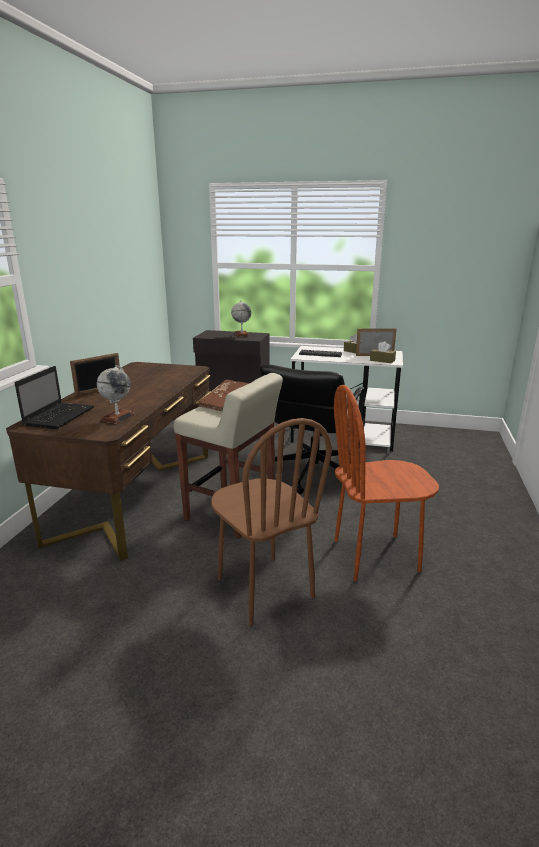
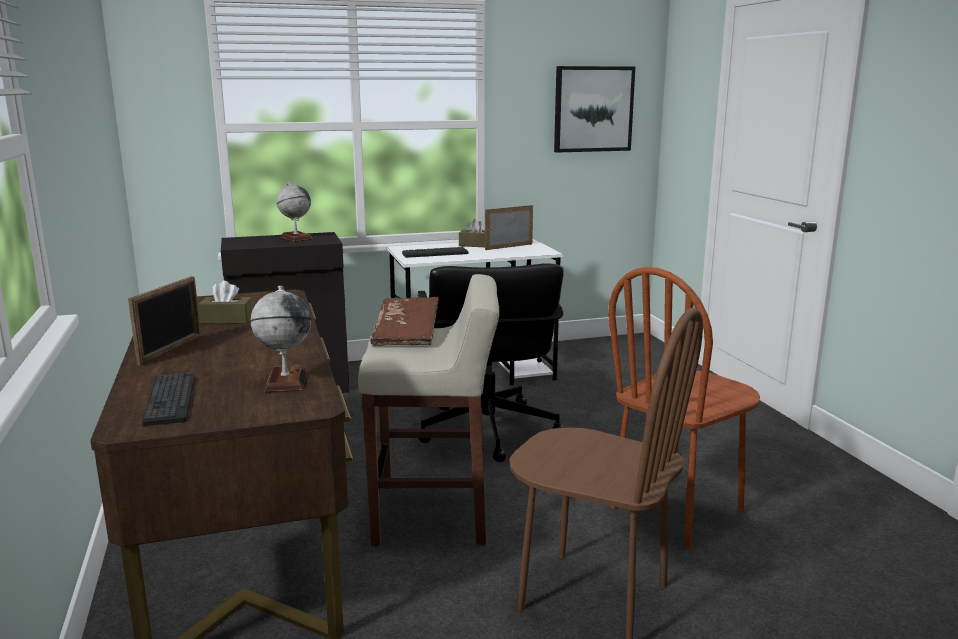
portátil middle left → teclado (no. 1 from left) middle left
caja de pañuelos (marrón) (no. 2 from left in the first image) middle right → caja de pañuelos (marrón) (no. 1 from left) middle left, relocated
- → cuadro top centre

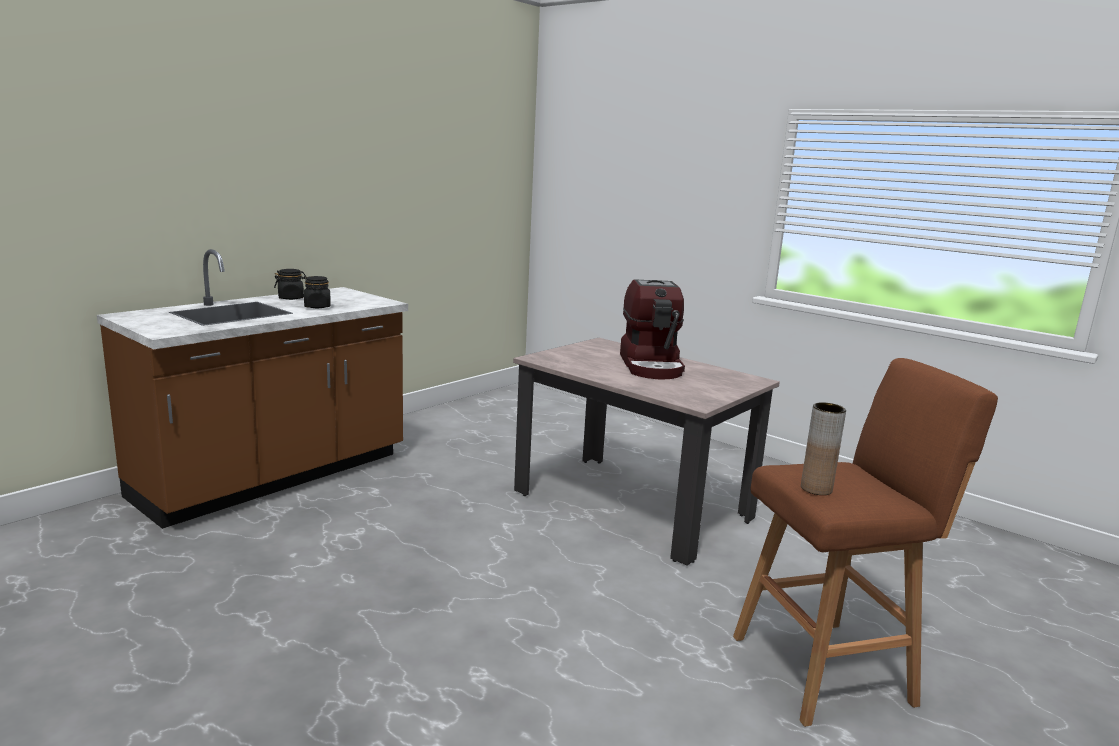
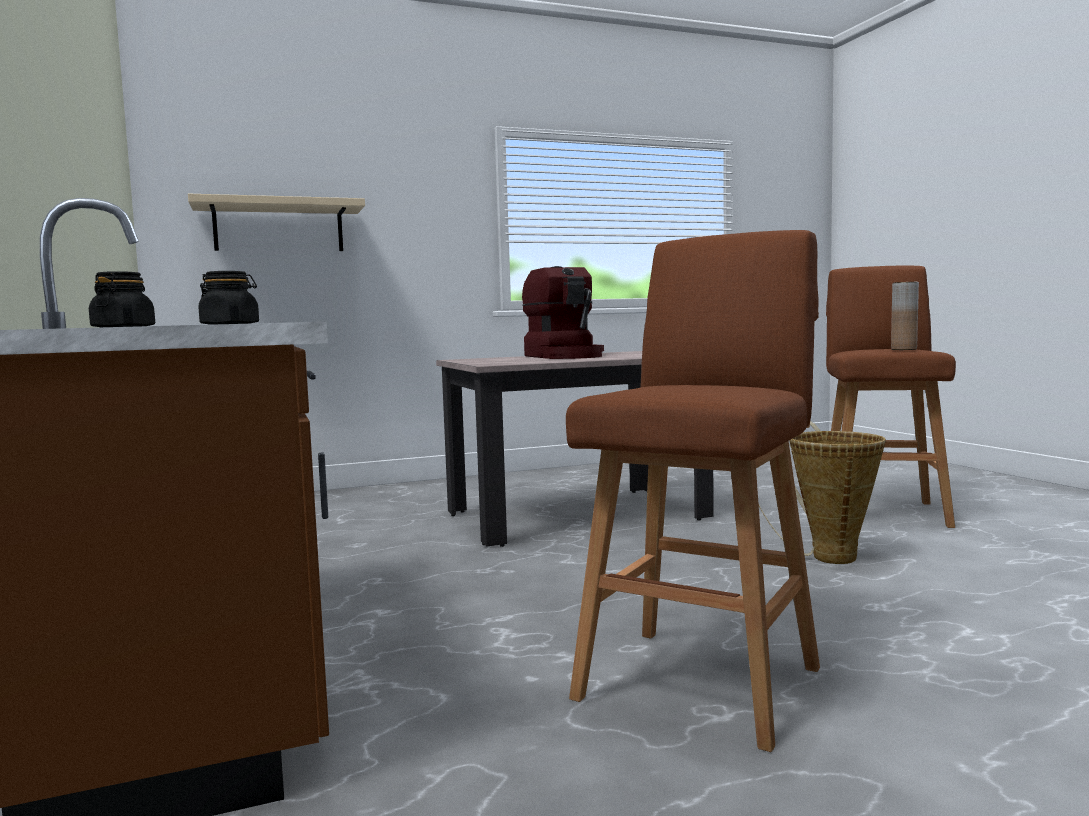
cafetera centre, 45 degrees clockwise
- → estante (beis) top left
- → taburete (marrón) (no. 1 from left) centre
- → cesta middle right

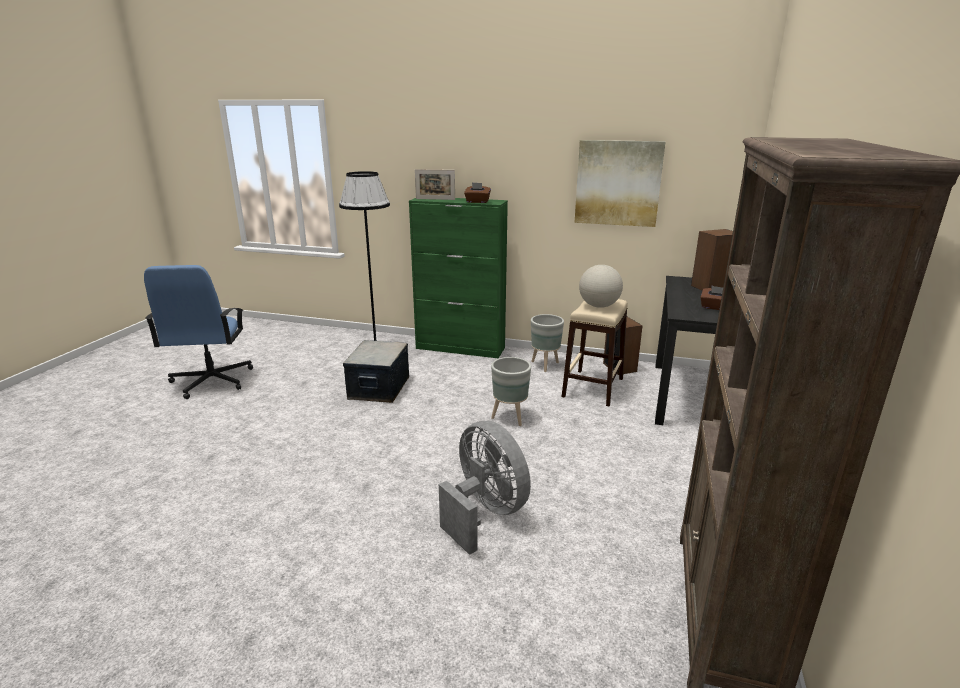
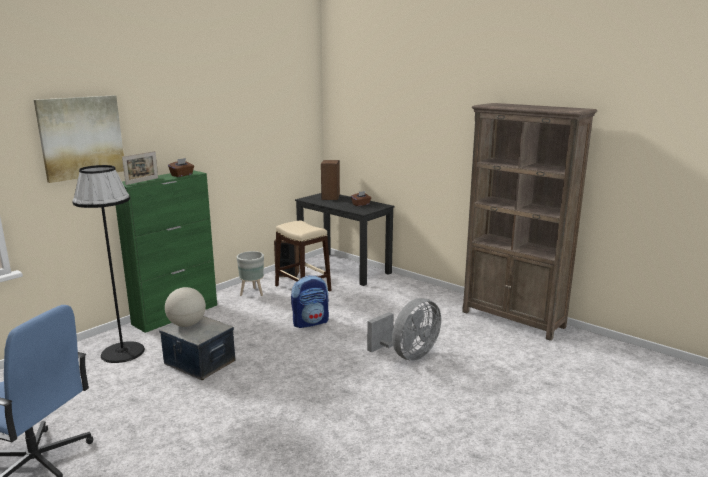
ventilador (gris) bottom centre, 150 degrees clockwise
maceta (gris) (no. 1 from left) centre → mochila centre
cuadro top centre → cuadro top left, relocated
globo terráqueo centre → globo terráqueo middle left, relocated

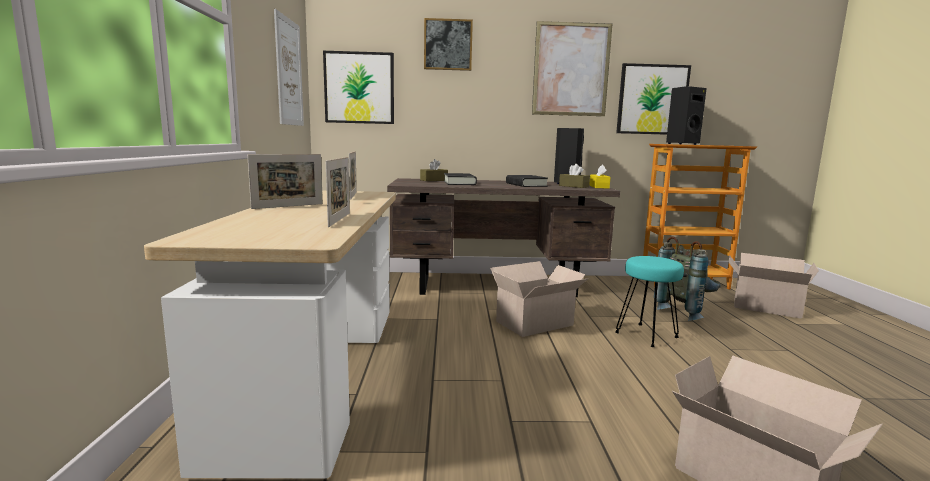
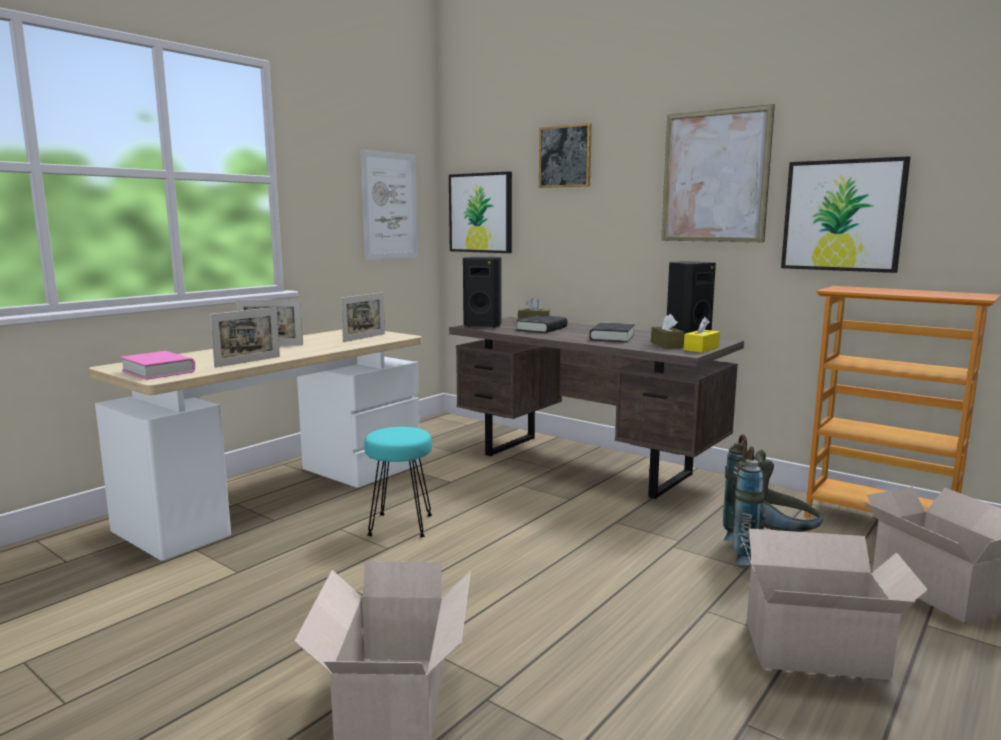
caja de cartón (no. 1 from left in the first image) centre → caja de cartón (no. 2 from left) bottom right, relocated
taburete (turquesa) middle right → taburete (turquesa) centre, relocated
altavoz (negro) (no. 2 from left in the first image) top right → altavoz (negro) (no. 1 from left) centre, relocated
- → libro (rosa) middle left

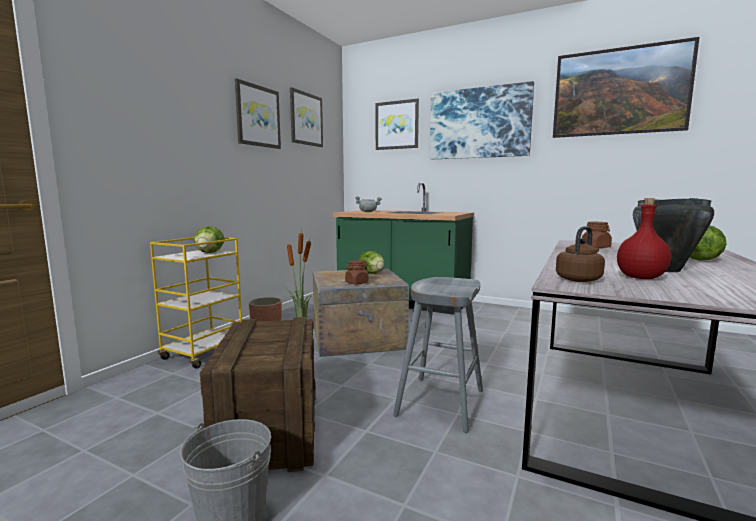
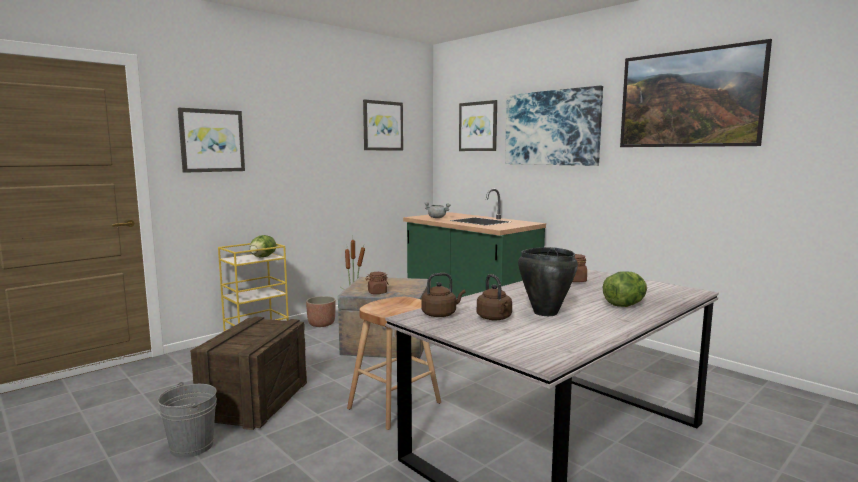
cuadro (no. 1 from left) top centre → cuadro (no. 1 from left) top left, relocated
lechuga (no. 2 from left) centre → -
taburete (gris) bottom centre → taburete (marrón) bottom centre
botella (rojo) middle right → hervidor (marrón) (no. 2 from left) centre

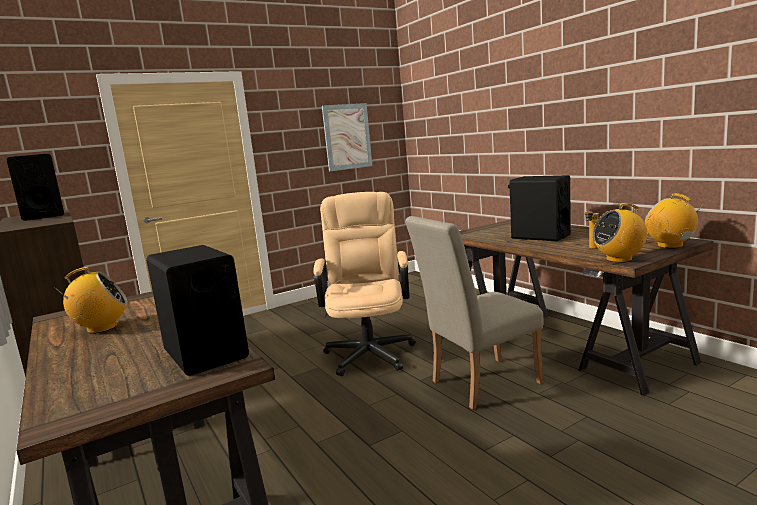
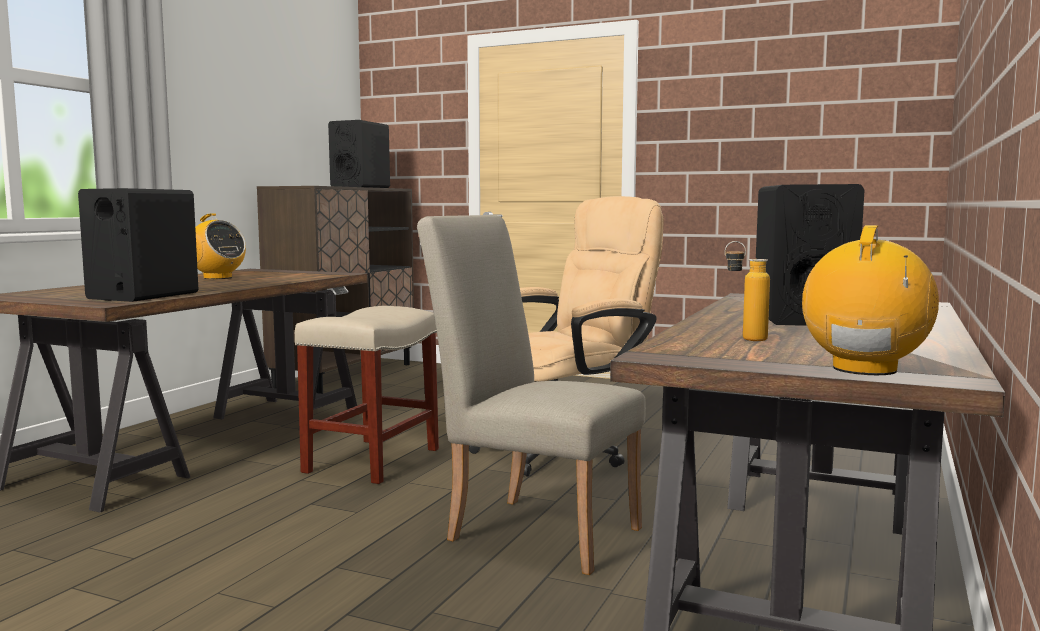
cuadro top centre → -
radio (no. 2 from left) middle right → -
- → taburete (beis) centre

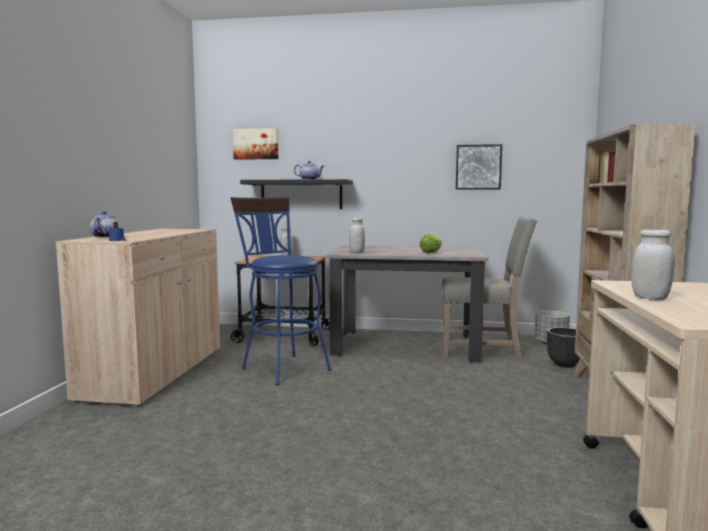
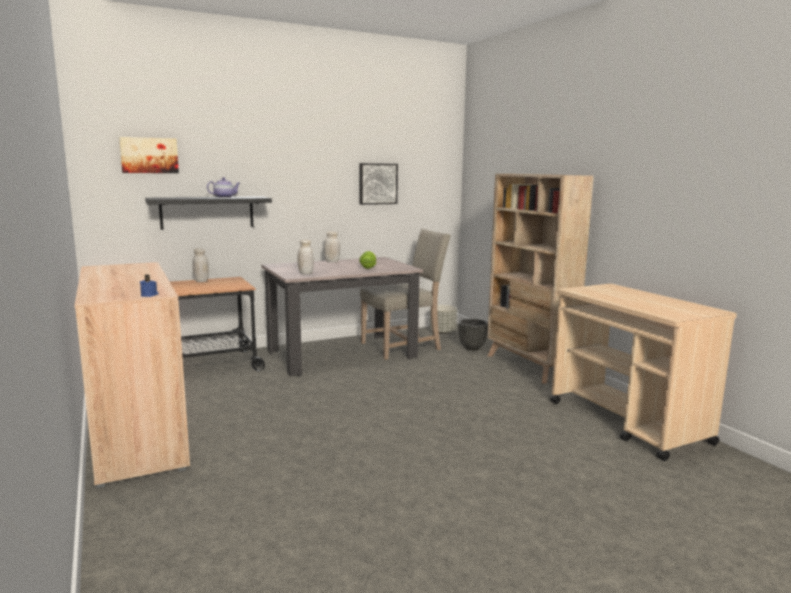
tetera (no. 1 from left) middle left → -
taburete (azul) centre → -
tarro (blanco) (no. 3 from left) middle right → tarro (blanco) (no. 3 from left) centre, relocated

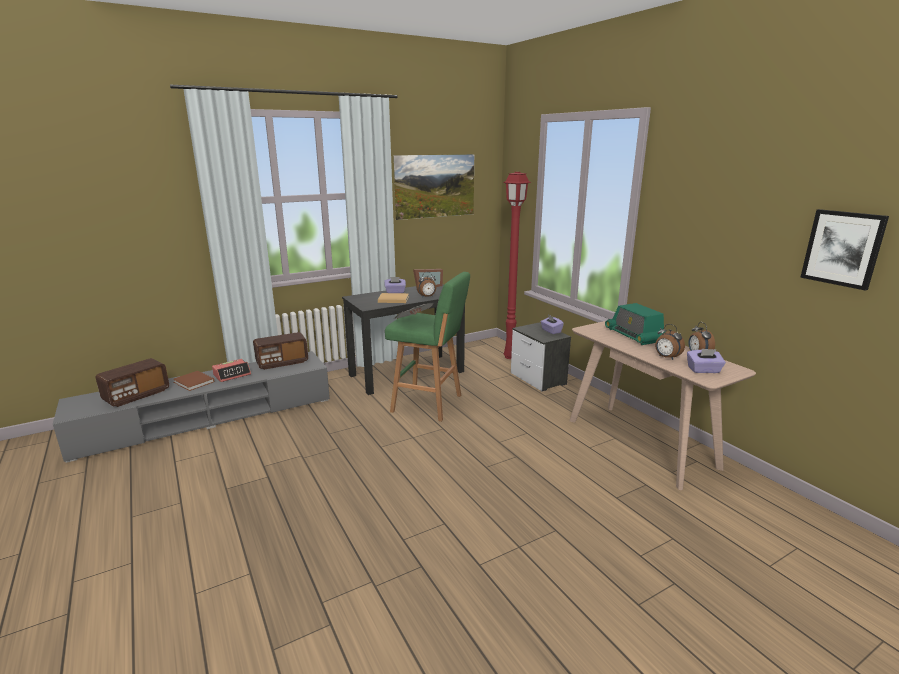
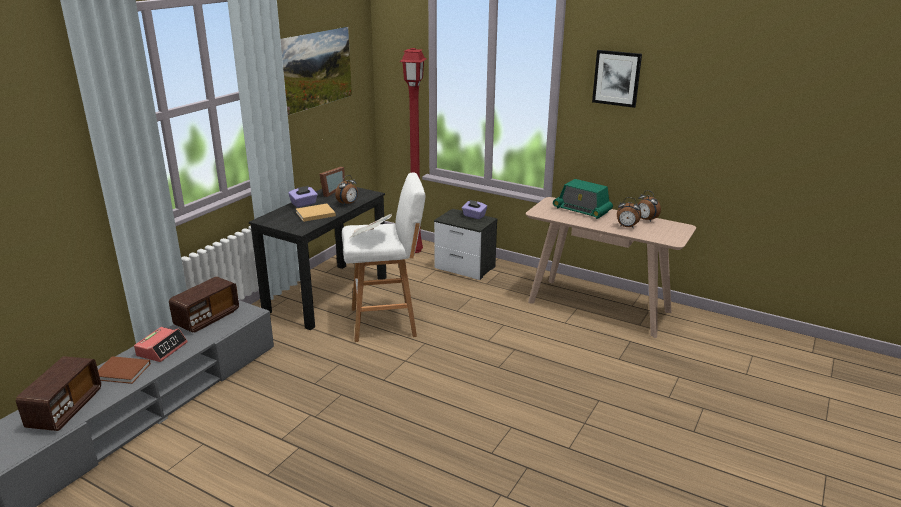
taburete (verde) centre → taburete (blanco) centre
caja de pañuelos (morado) (no. 3 from left) middle right → -
cuadro (no. 2 from left) middle right → cuadro (no. 2 from left) top right, relocated

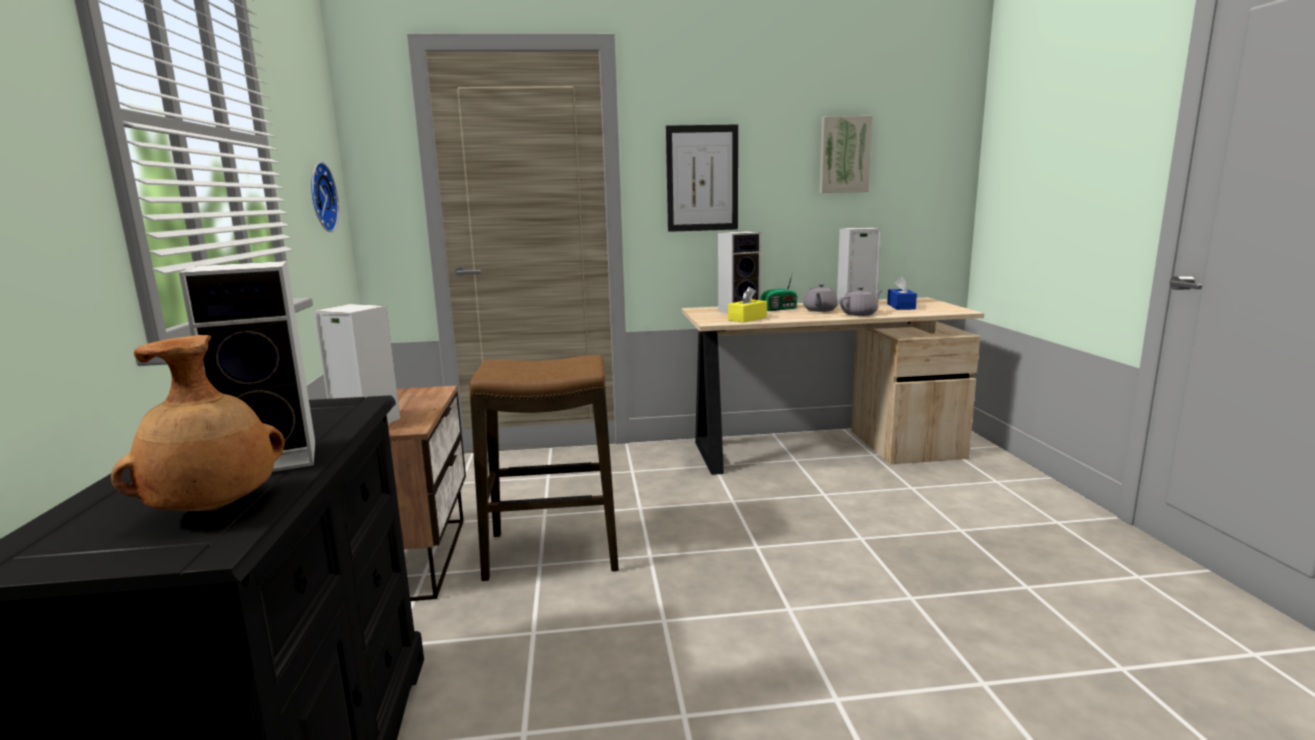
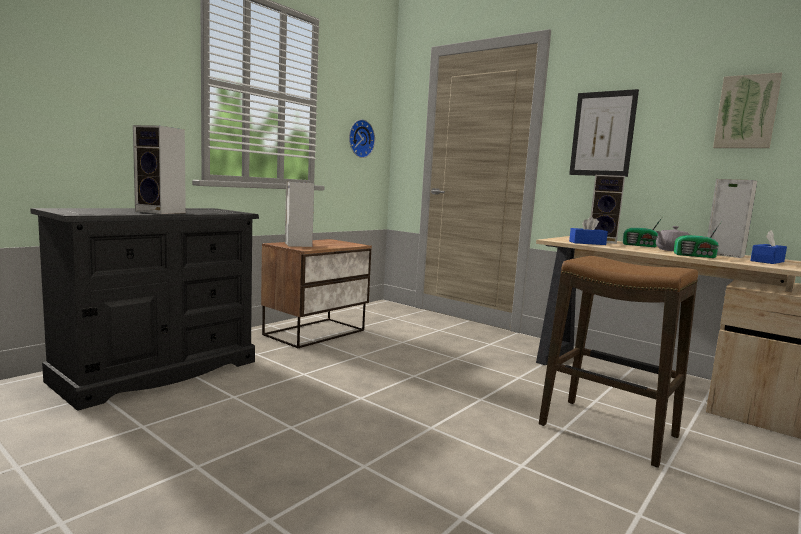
florero (marrón) middle left → -
taburete centre → taburete bottom right, relocated
caja de pañuelos (amarillo) centre → caja de pañuelos (azul) (no. 1 from left) middle right
tetera (gris) (no. 2 from left) centre → radio (no. 2 from left) middle right

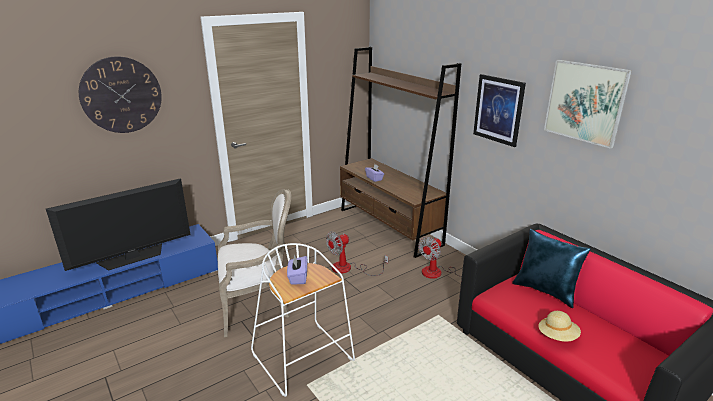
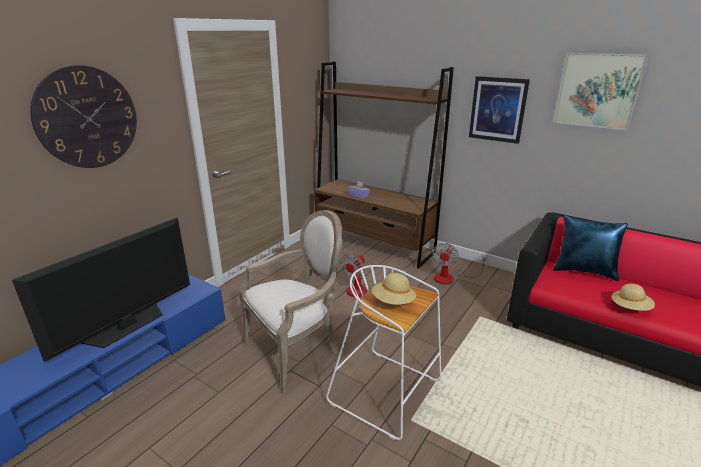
caja de pañuelos (morado) (no. 1 from left) bottom centre → sombrero (beis) (no. 1 from left) centre

